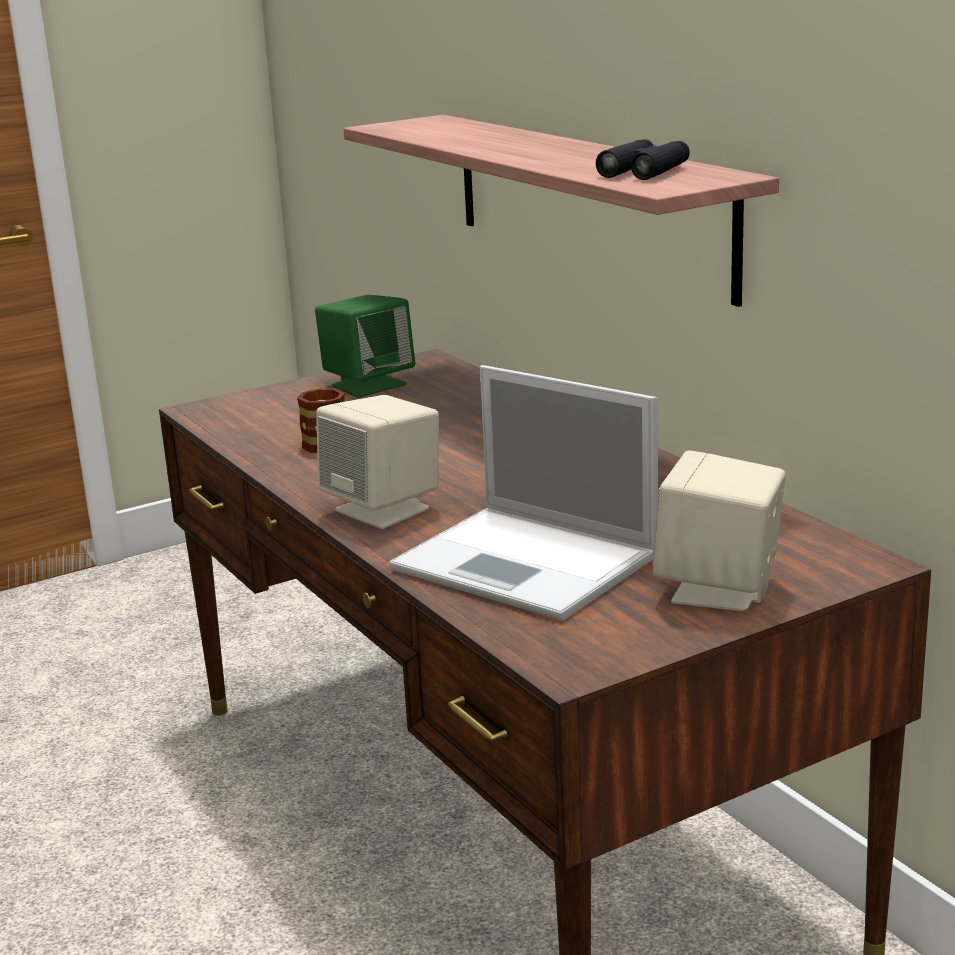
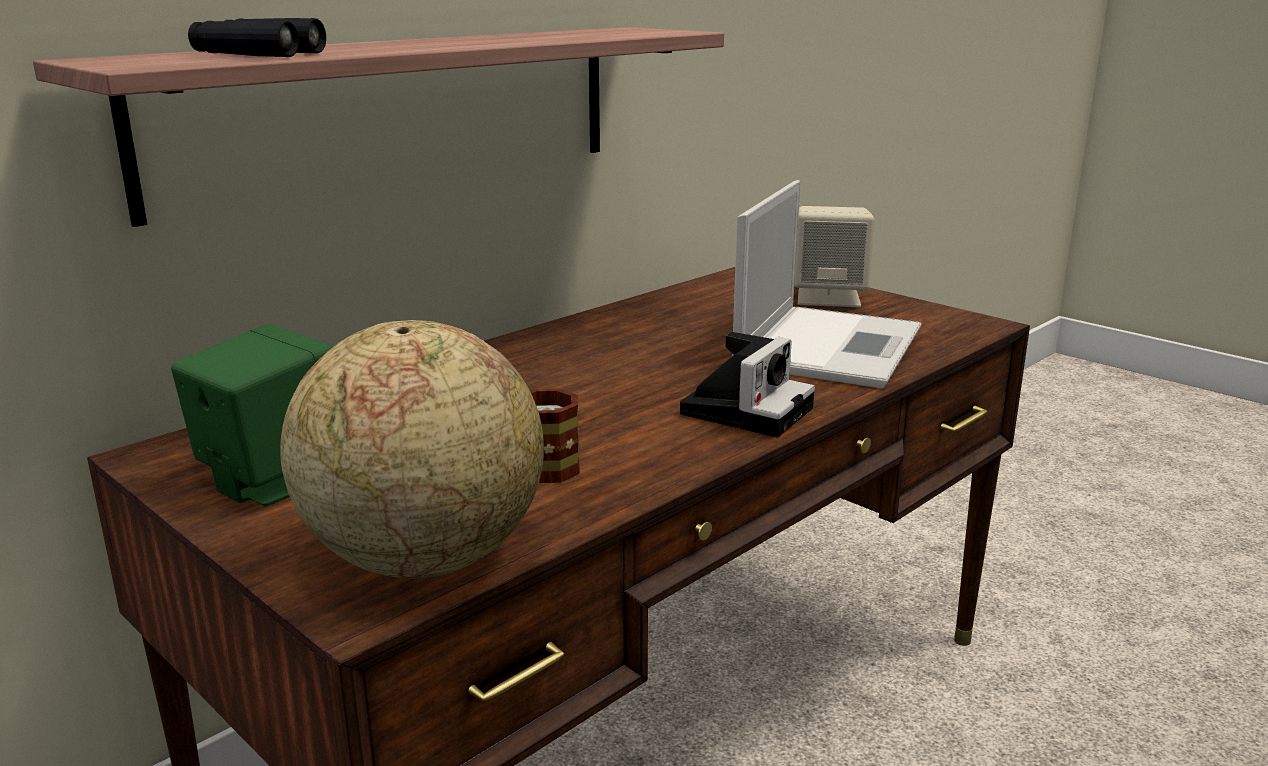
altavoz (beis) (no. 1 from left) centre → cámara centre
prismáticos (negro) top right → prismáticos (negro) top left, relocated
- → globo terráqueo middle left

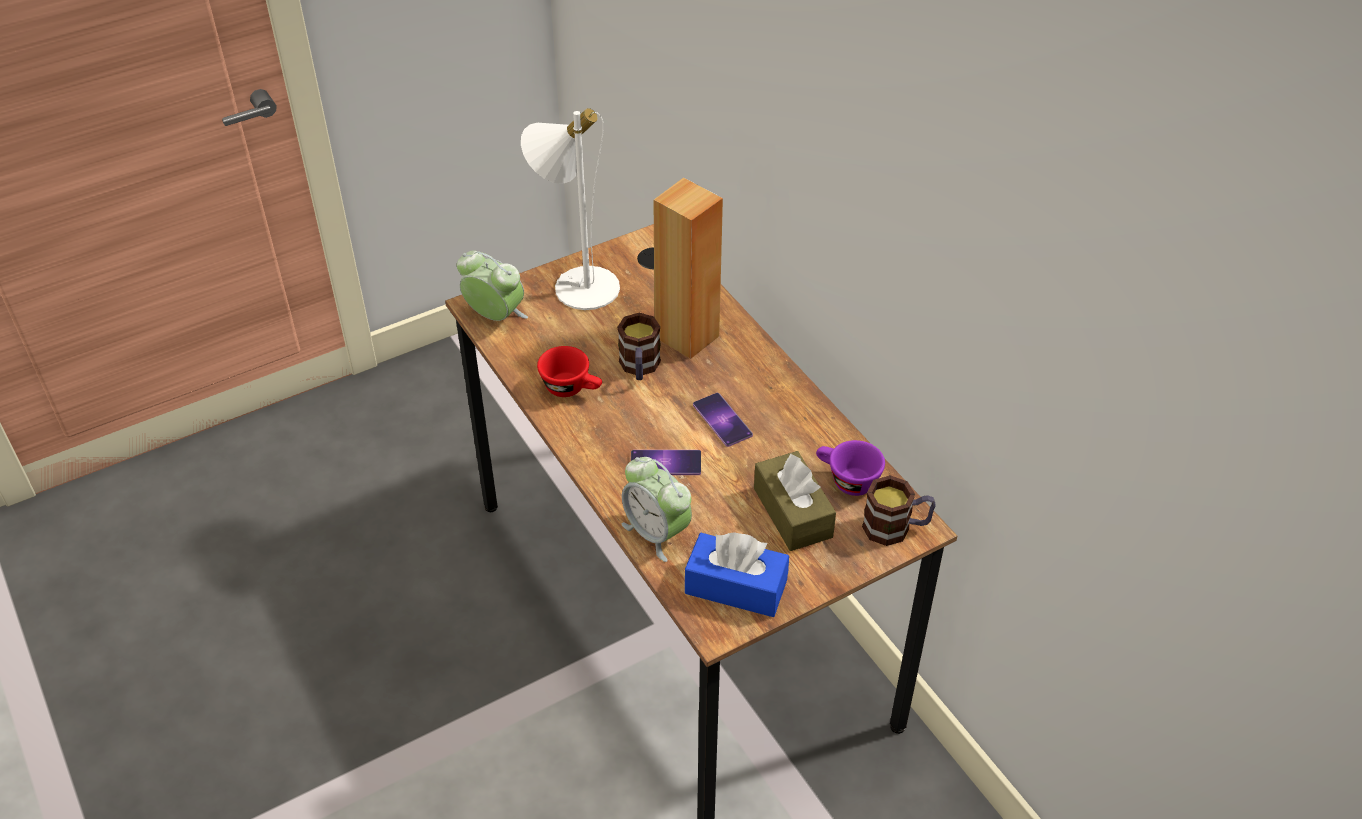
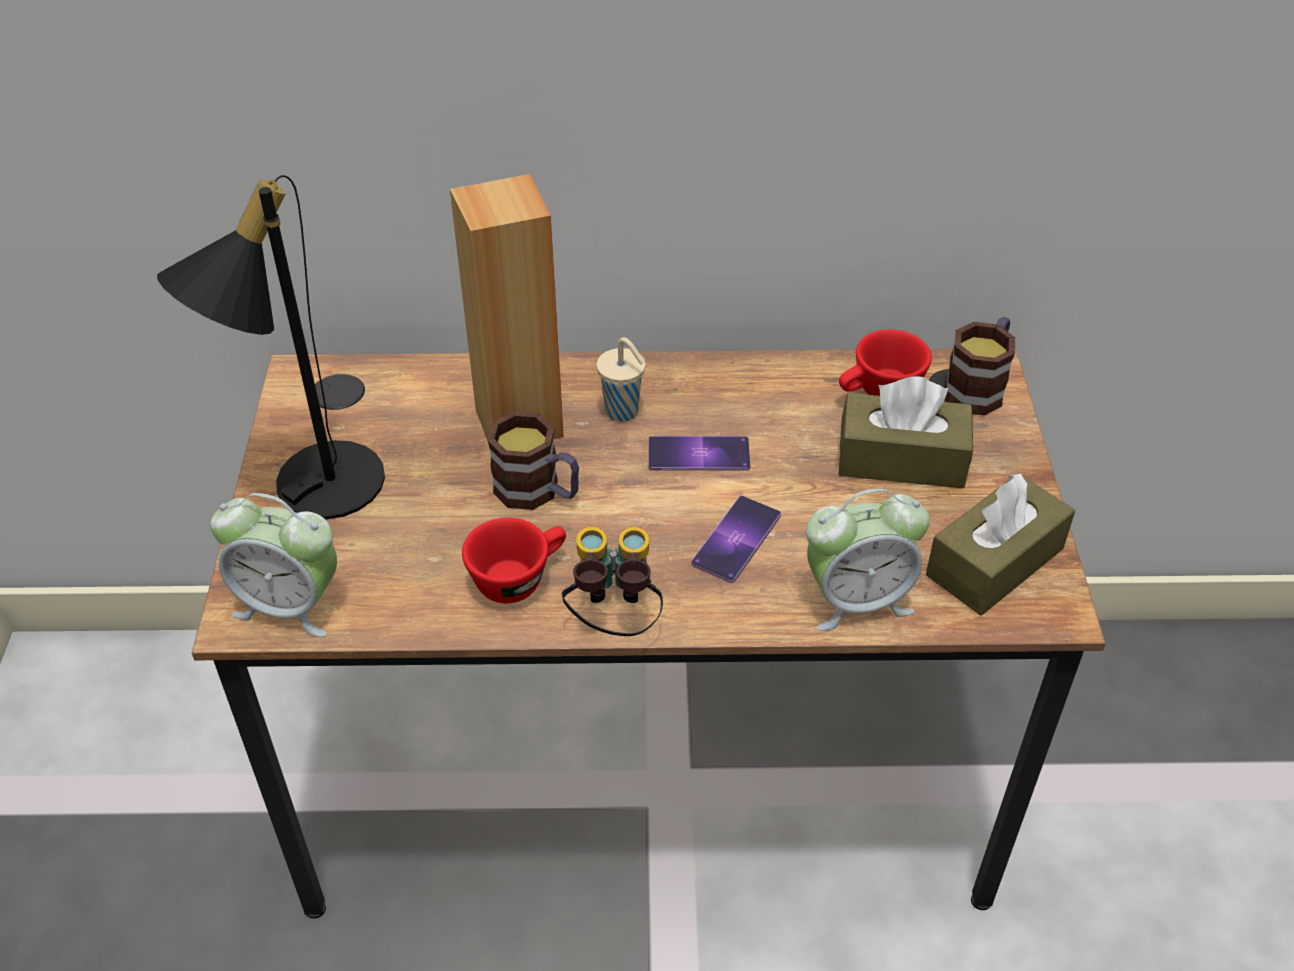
despertador (no. 1 from left) centre → despertador (no. 1 from left) middle left, 135 degrees counterclockwise
lámpara de mesa (blanco) top centre → lámpara de mesa (negro) middle left
caja de pañuelos (azul) bottom centre → caja de pañuelos (marrón) (no. 2 from left) middle right
taza (morado) centre → taza (rojo) (no. 2 from left) middle right
- → prismáticos centre
- → taza (beis) centre

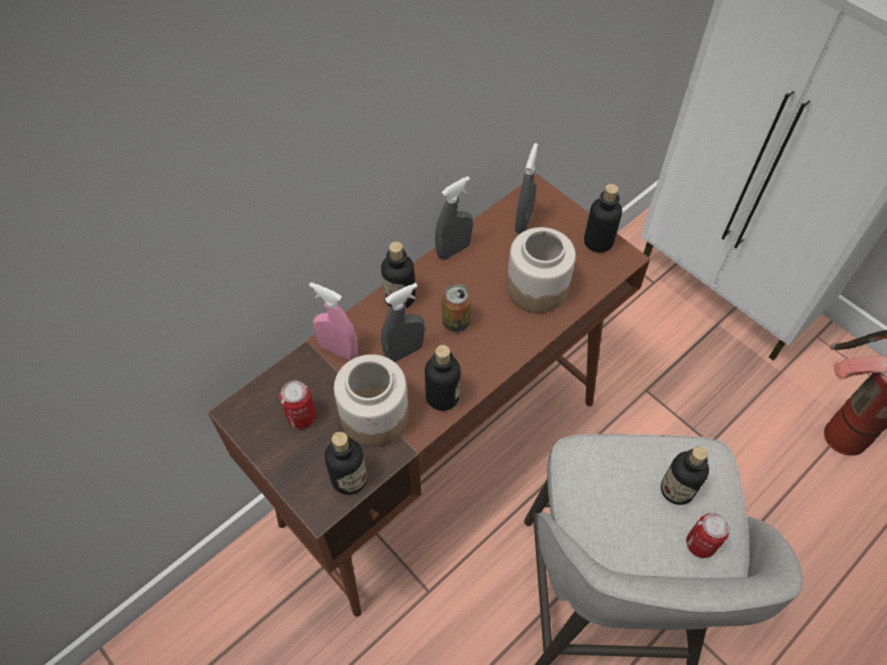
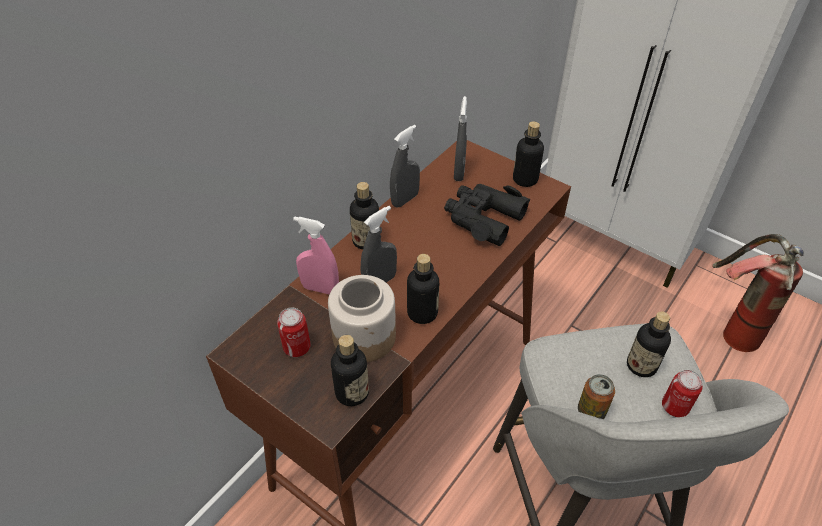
lata (no. 2 from left) centre → lata (no. 2 from left) bottom right, relocated
tarro (no. 2 from left) centre → prismáticos (negro) centre

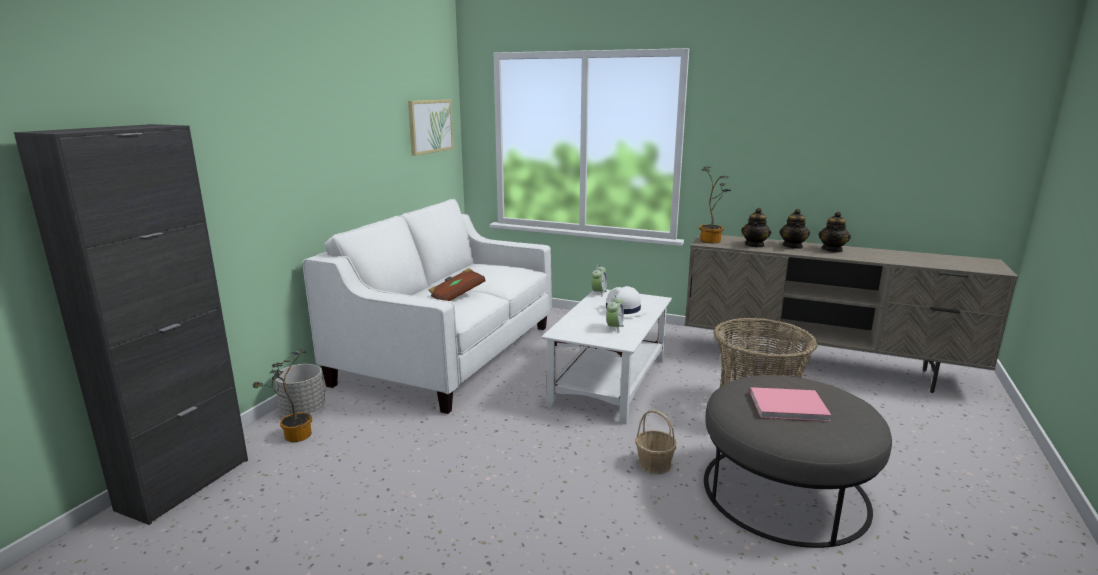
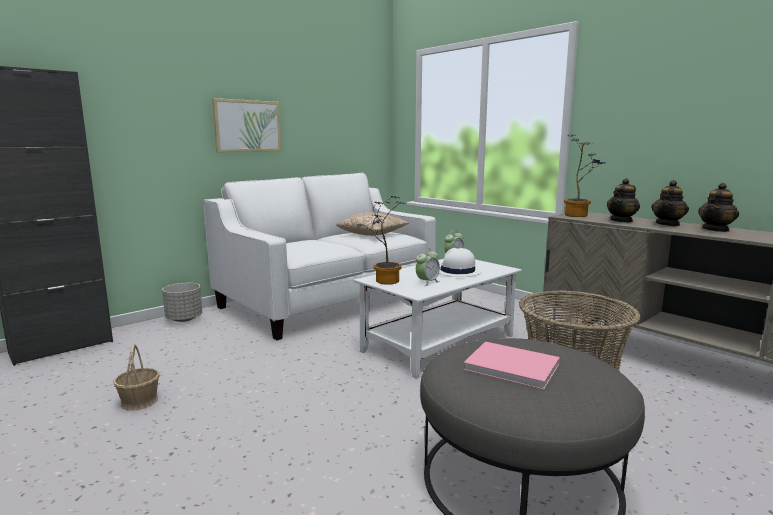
planta en maceta (no. 1 from left) bottom left → planta en maceta (no. 1 from left) centre, relocated
cuadro top centre → cuadro top left, relocated
libro (marrón) centre → -
cesta (no. 1 from left) bottom centre → cesta (no. 1 from left) bottom left, relocated
- → cojín centre

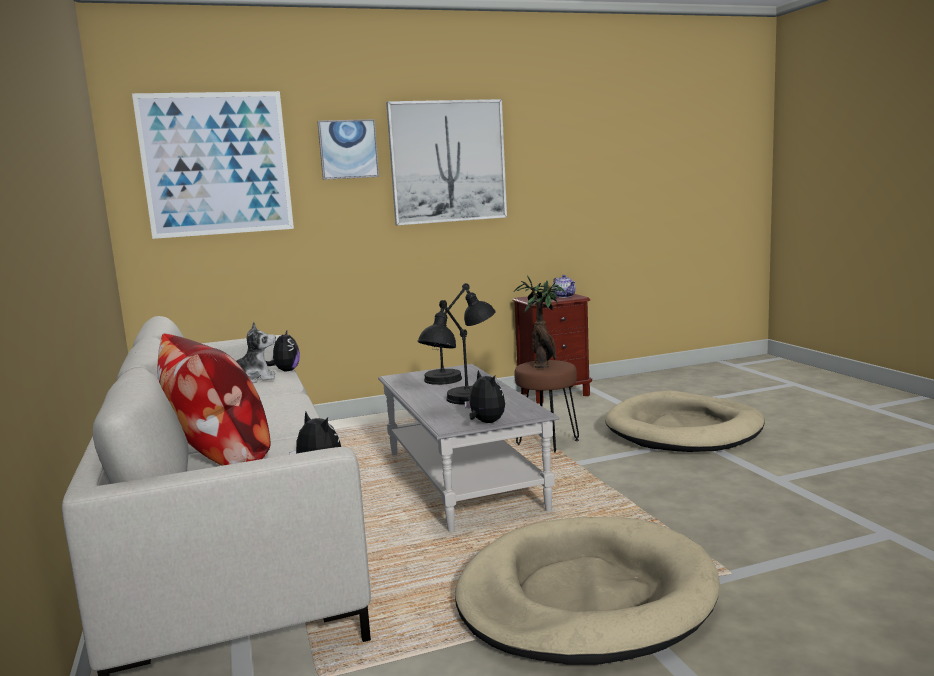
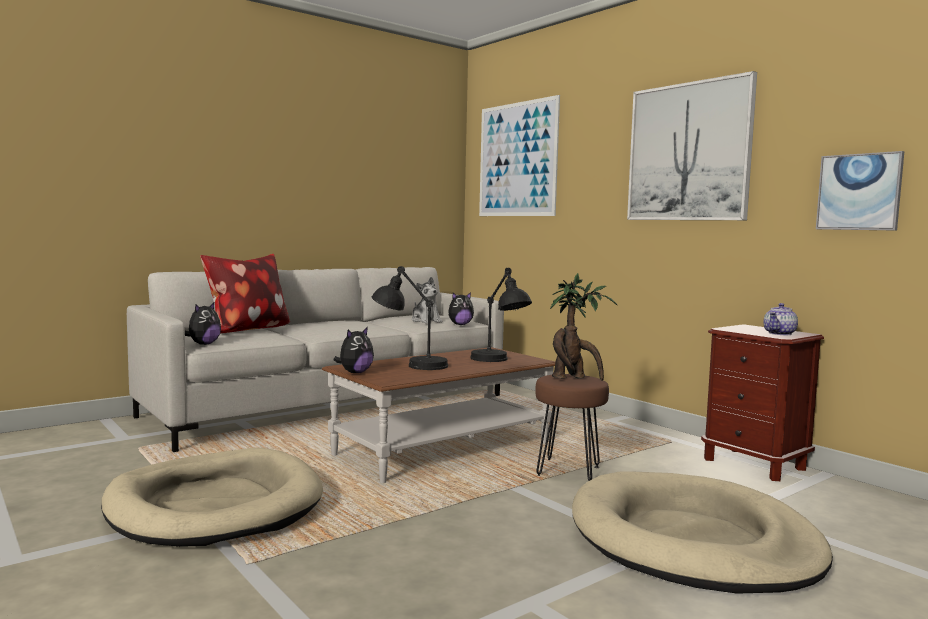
cuadro (no. 2 from left in the first image) top centre → cuadro (no. 3 from left) top right, relocated
mesa de centro (gris) centre → mesa de centro (marrón) bottom centre

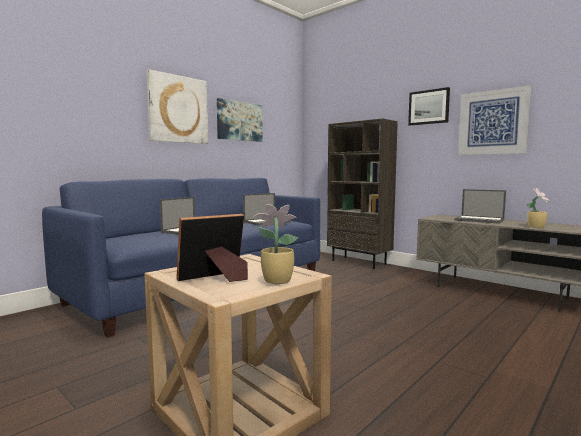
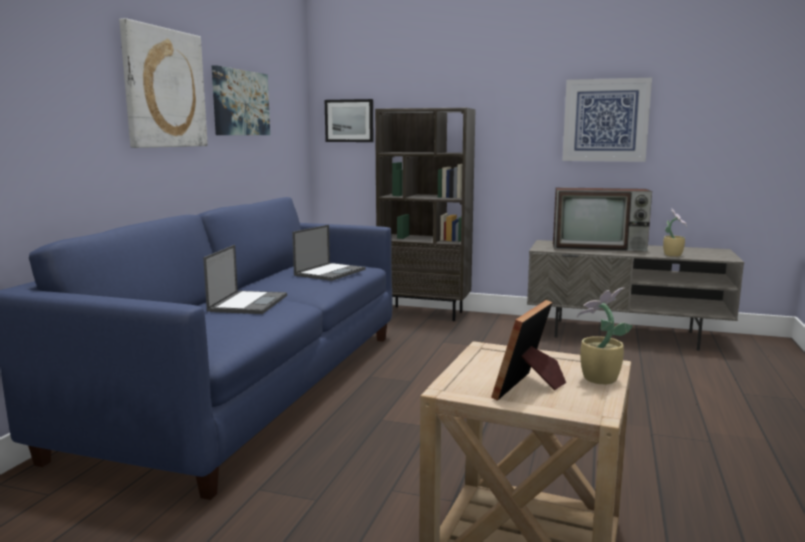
cuadro (no. 3 from left) top right → cuadro (no. 3 from left) top centre, relocated
portátil (no. 3 from left) middle right → televisor middle right

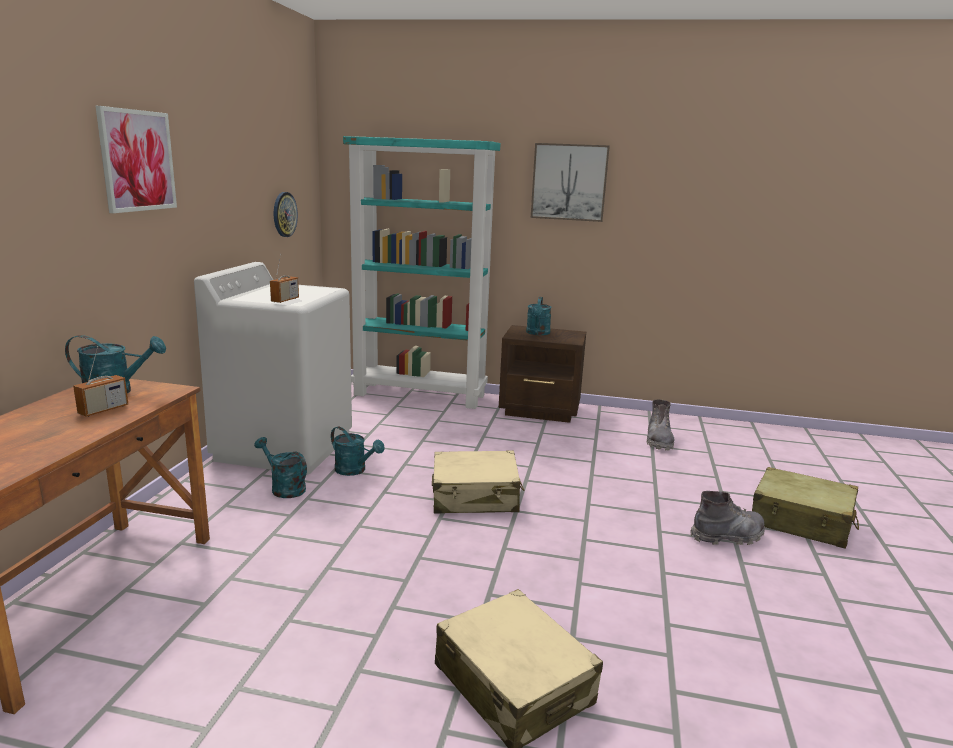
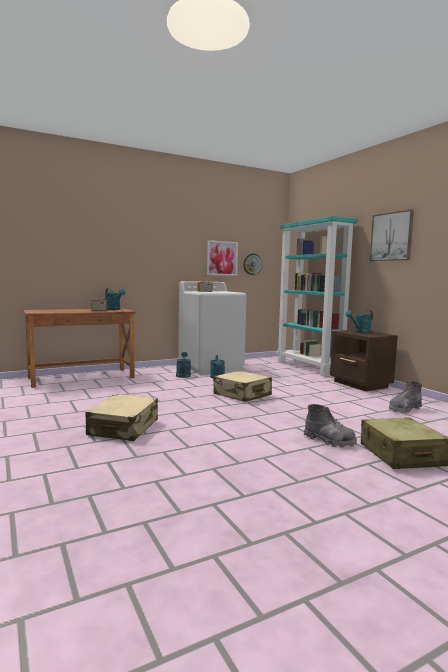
cuadro (no. 1 from left) top left → cuadro (no. 1 from left) centre, relocated

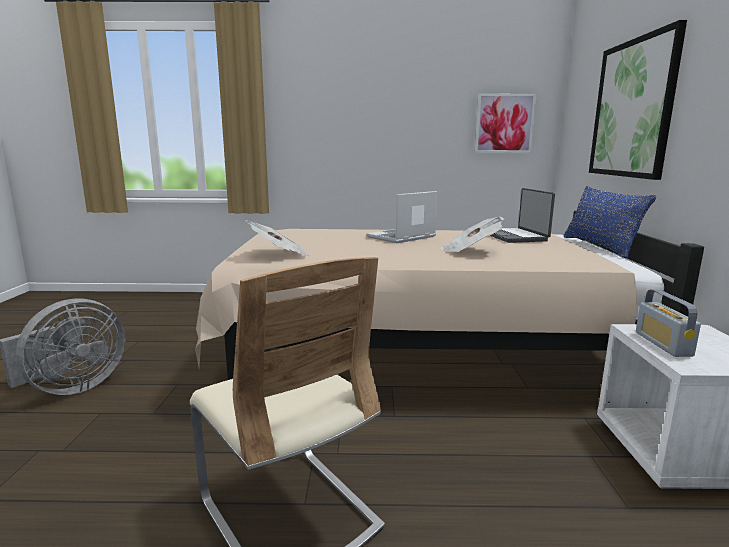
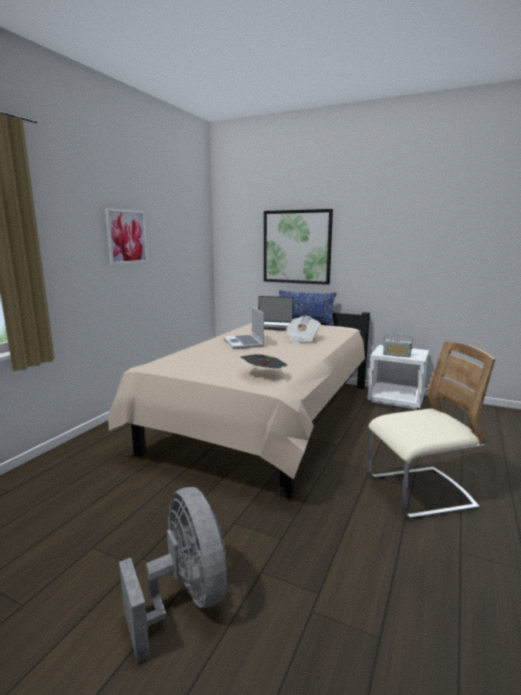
cuadro (no. 1 from left) top right → cuadro (no. 1 from left) middle left, relocated

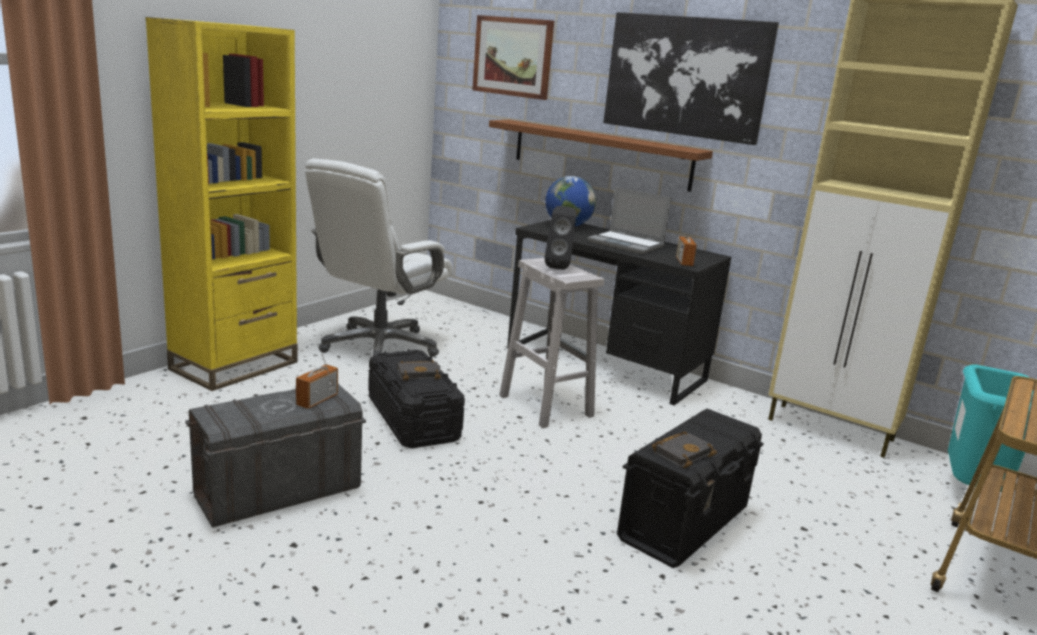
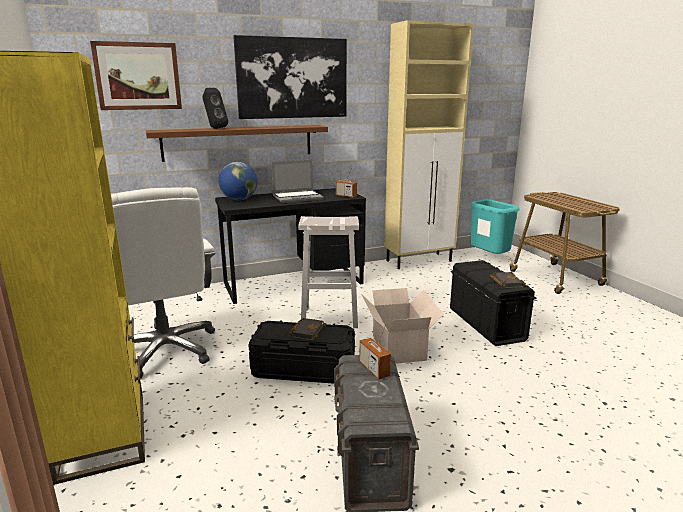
altavoz (negro) centre → altavoz (negro) top left, relocated
- → caja de cartón centre

